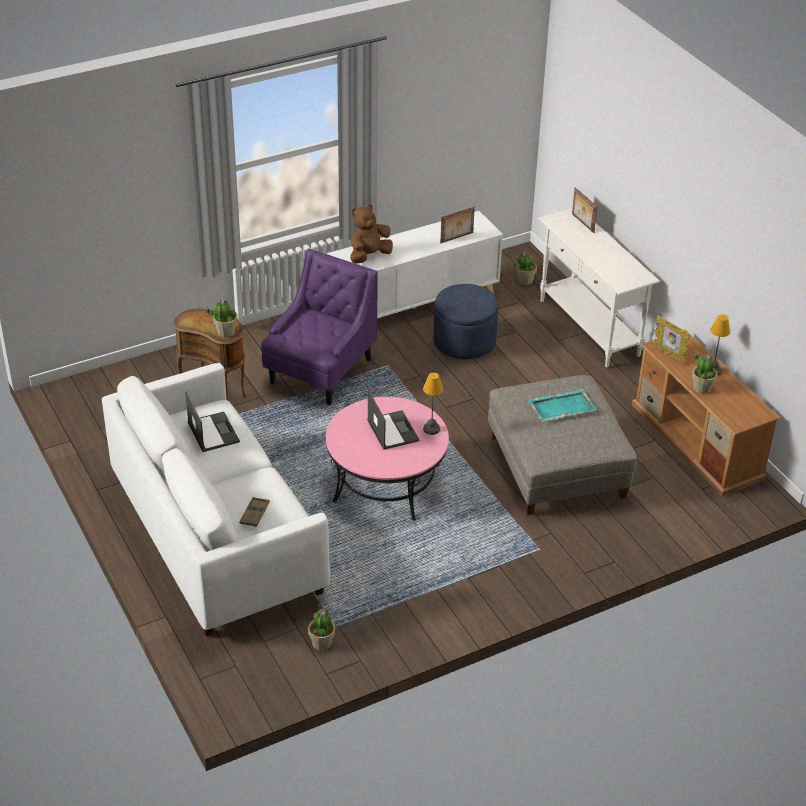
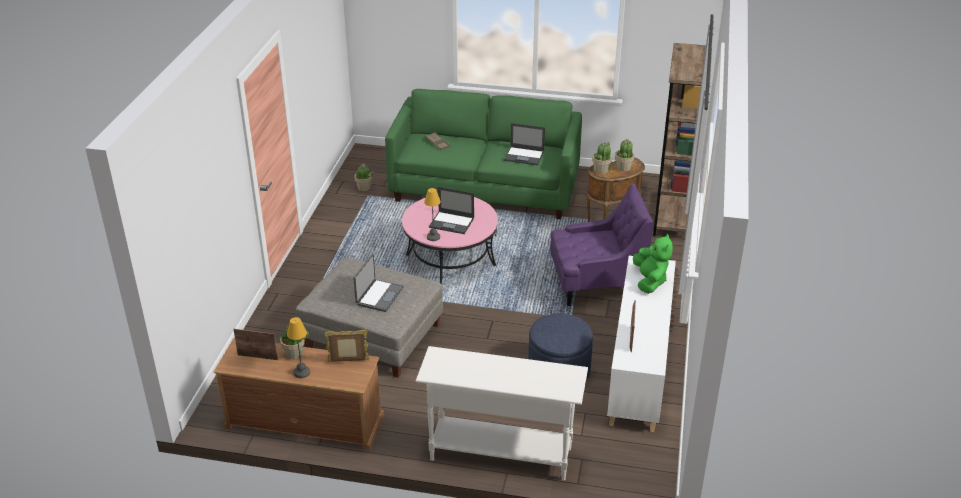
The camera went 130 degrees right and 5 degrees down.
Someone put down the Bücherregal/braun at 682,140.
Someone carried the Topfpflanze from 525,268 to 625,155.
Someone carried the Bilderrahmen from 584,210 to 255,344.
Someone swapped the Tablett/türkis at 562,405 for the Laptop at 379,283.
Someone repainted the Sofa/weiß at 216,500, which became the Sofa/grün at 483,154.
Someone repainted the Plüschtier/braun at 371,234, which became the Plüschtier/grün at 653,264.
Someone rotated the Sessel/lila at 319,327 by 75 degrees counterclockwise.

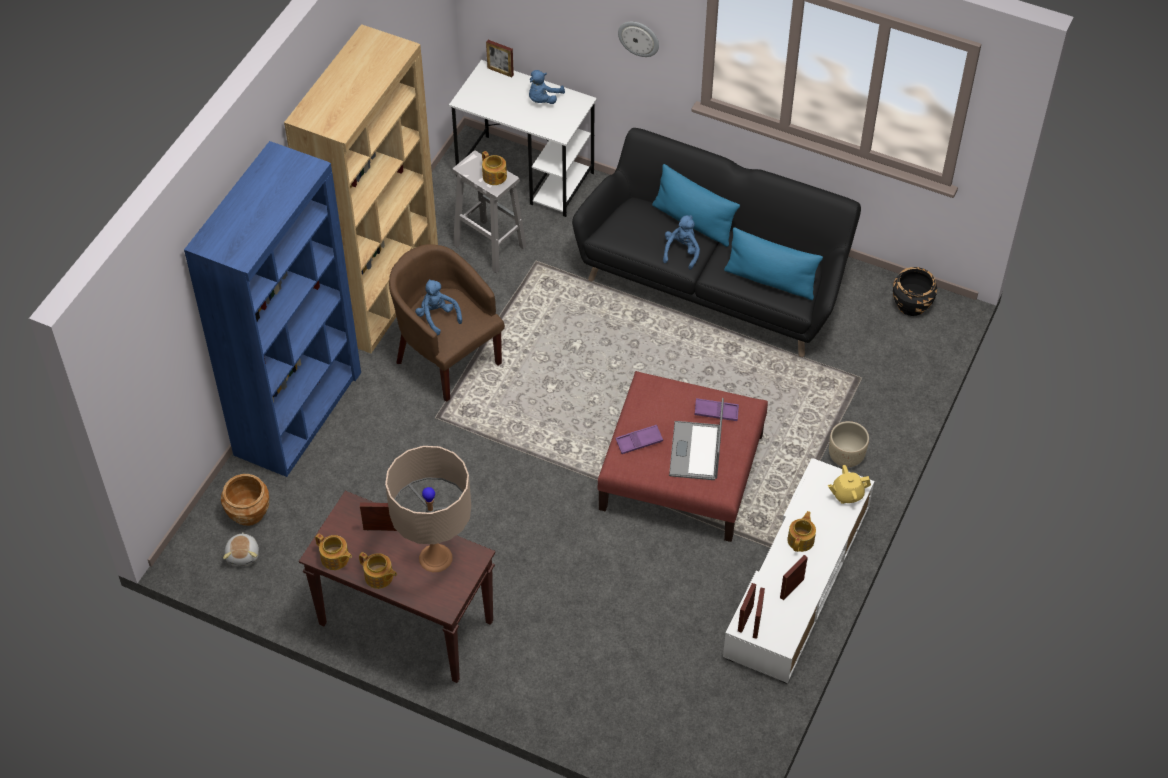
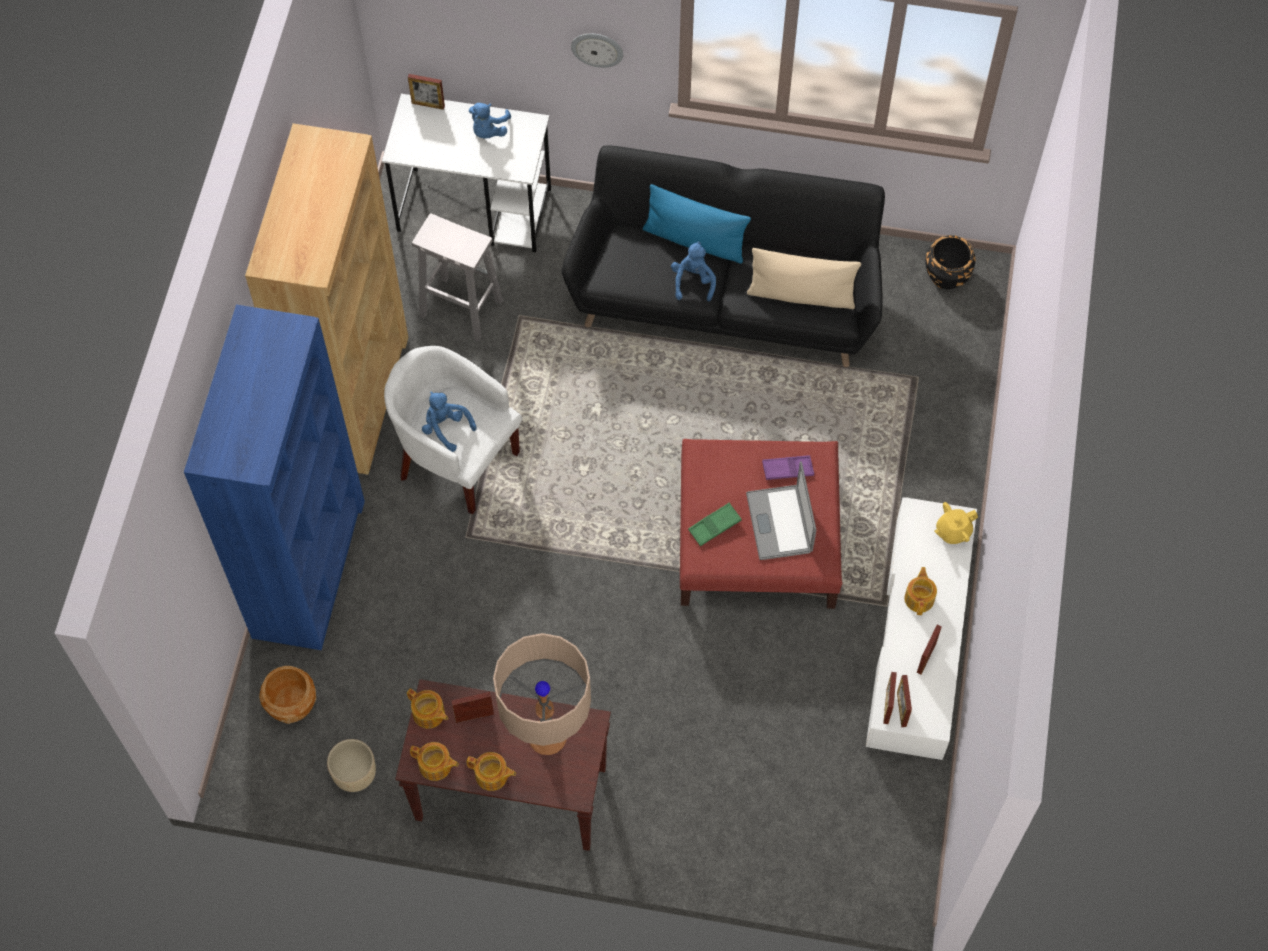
The camera went 15 degrees left and 10 degrees up.
Someone took away the Plüschtier at 241,549.
Someone carried the Teekanne from 494,168 to 427,708.
Someone carried the Pflanzkübel/beige from 849,444 to 351,765.
Someone repainted the Sessel/braun at 447,323, which became the Sessel/weiß at 453,430.
Someone repainted the Tablett/lila at 639,439, which became the Tablett/grün at 715,524.
Someone repainted the Kissen/blau at 773,263, which became the Kissen/beige at 804,278.

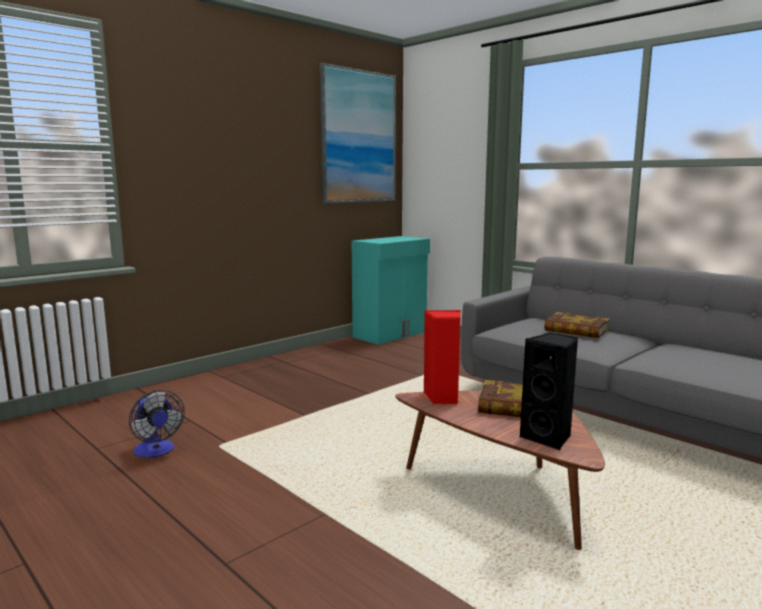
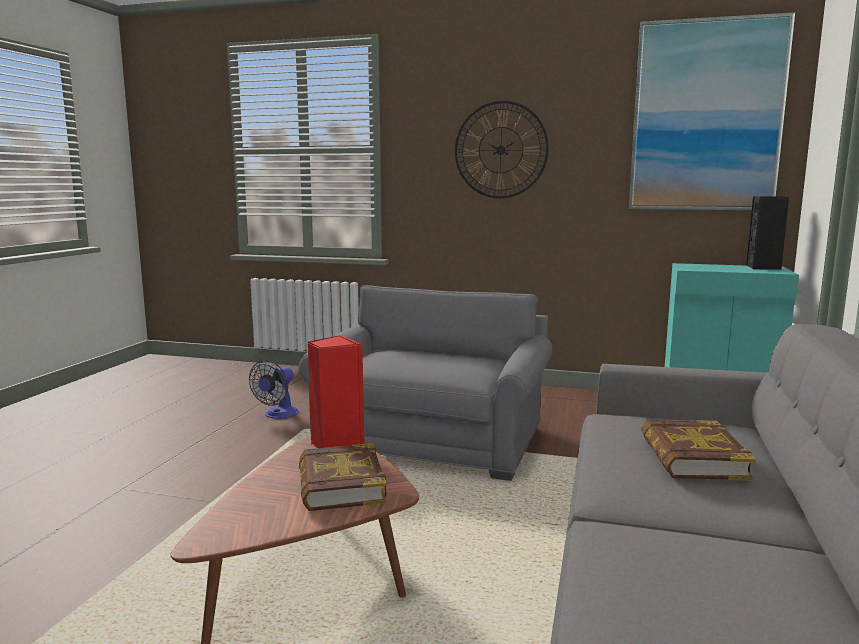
The camera went 60 degrees right and 0 degrees up.
Someone put down the Sessel/grau at 425,383.
Someone put up the Wanduhr at 502,149.
Someone carried the Lautsprecher/schwarz from 549,391 to 767,233.

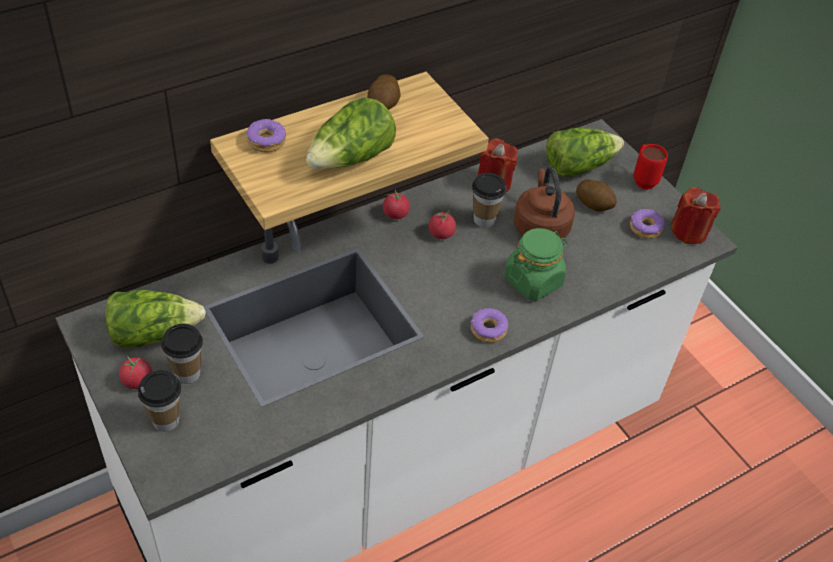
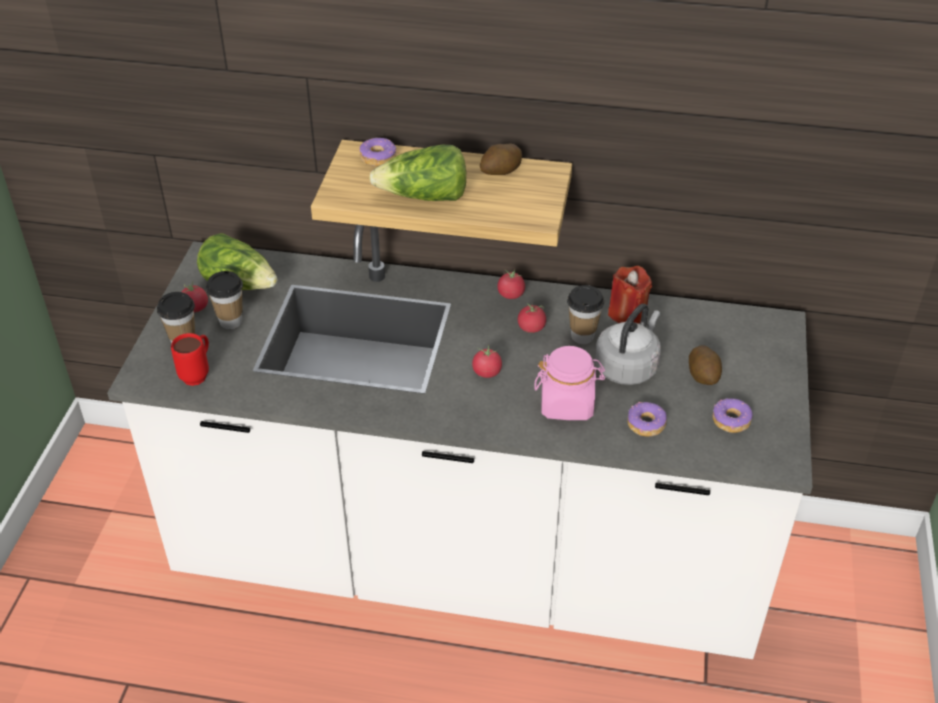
The camera went 45 degrees right and 5 degrees down.
Someone took away the Salatkopf at 585,152.
Someone took away the Kerze/rot at 696,215.
Someone put down the Tomate at 487,361.
Someone carried the Donut from 489,325 to 647,419.
Someone carried the Henkelbecher/rot from 651,167 to 190,359.
Someone repainted the Vorratsglas/grün at 535,264, which became the Vorratsglas/rosa at 570,383.
Someone repainted the Wasserkessel/braun at 544,203, which became the Wasserkessel/grau at 628,344.

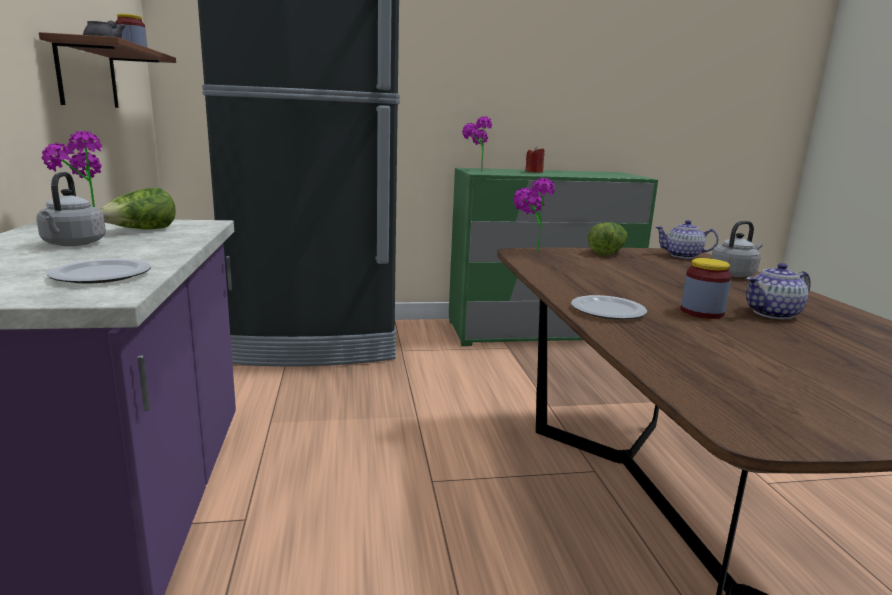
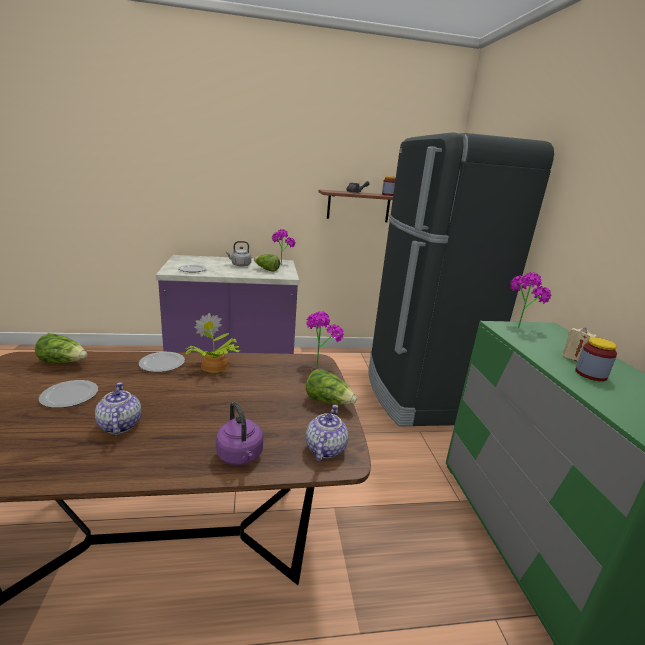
The camera went 90 degrees right and 5 degrees up.
Someone put down the Salatkopf at 61,348.
Someone put down the Teller at 68,394.
Someone put down the Topfpflanze at 212,343.
Someone carried the Vorratsglas from 706,288 to 596,359.
Someone repainted the Kerze/rot at 535,159, which became the Kerze/beige at 579,344.
Someone repainted the Wasserkessel/grau at 737,249, which became the Wasserkessel/lila at 239,433.

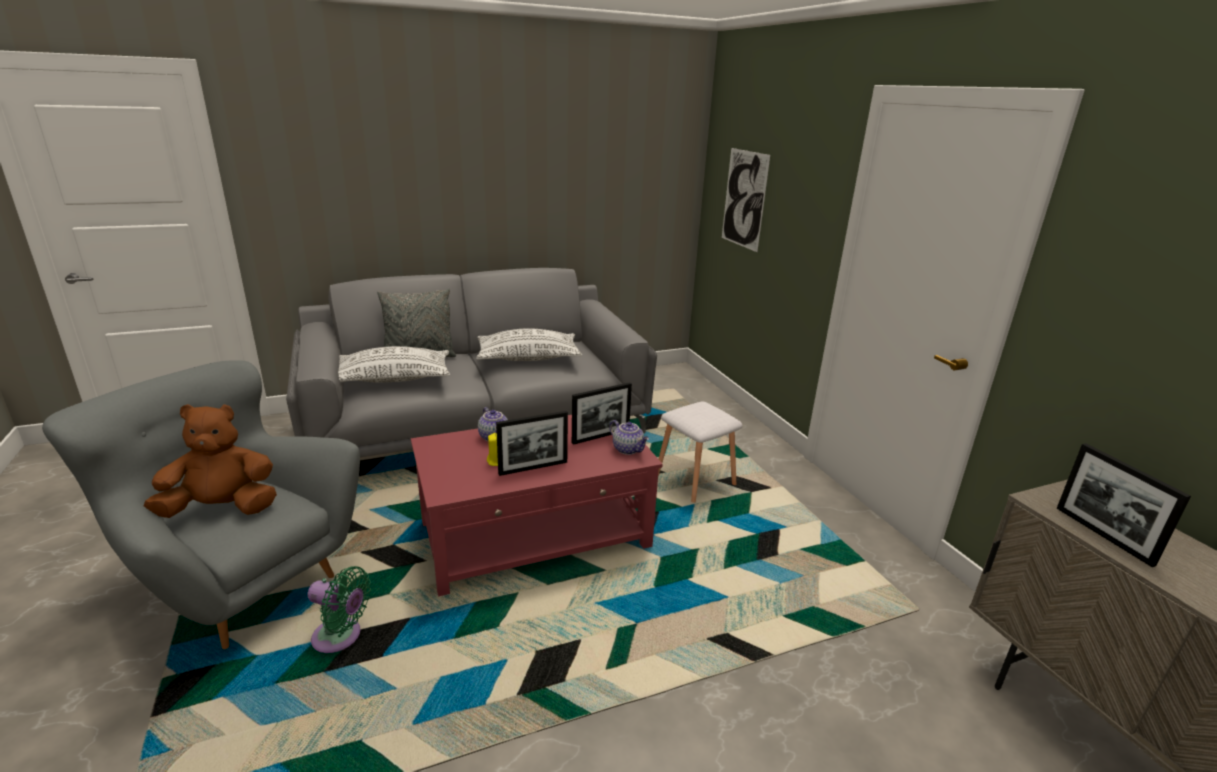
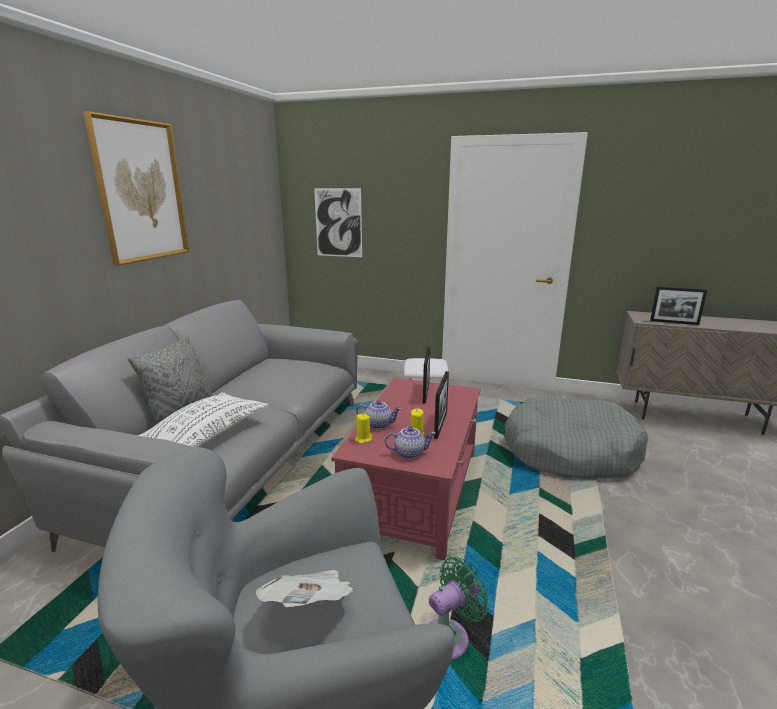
The camera went 50 degrees left and 5 degrees down.
Someone took away the Kissen/weiß at 529,344.
Someone put up the Bild at 136,188.
Someone put down the Kerze/gelb at 363,429.
Someone put down the Hundebett/grau at 576,437.
Someone carried the Teekanne from 629,437 to 410,442.
Someone swapped the Plüschtier/braun at 210,461 for the Zeitung at 305,588.

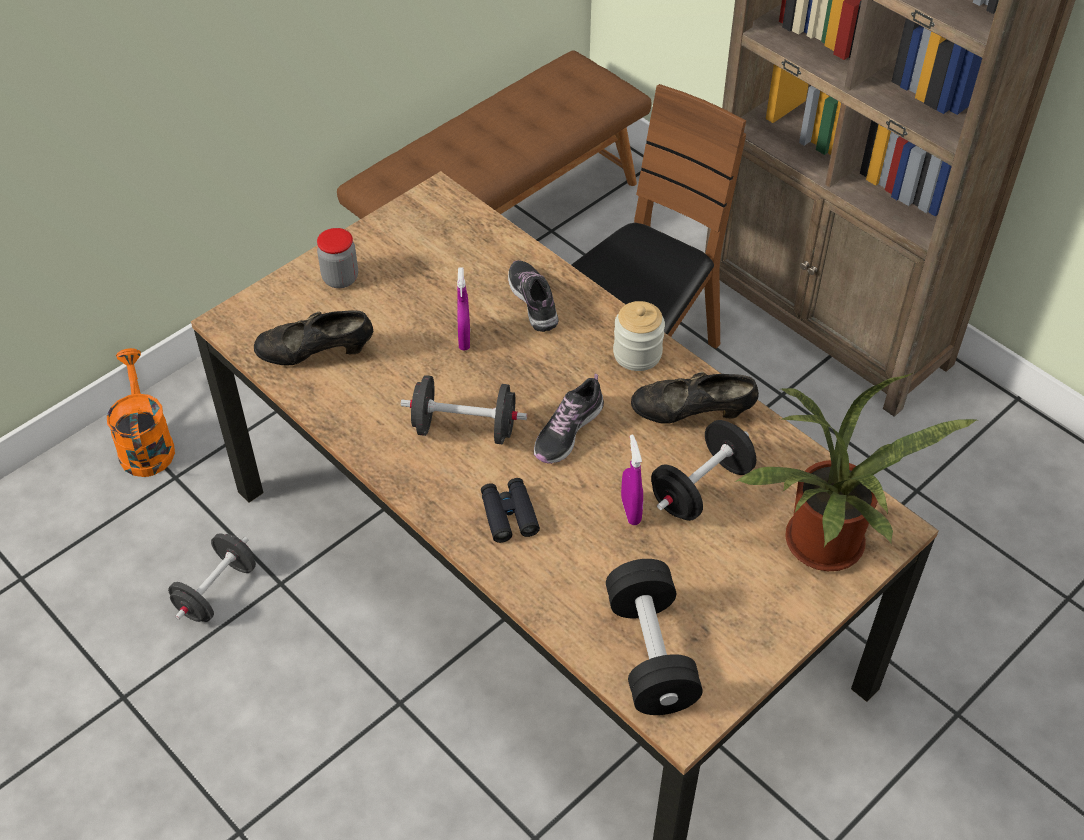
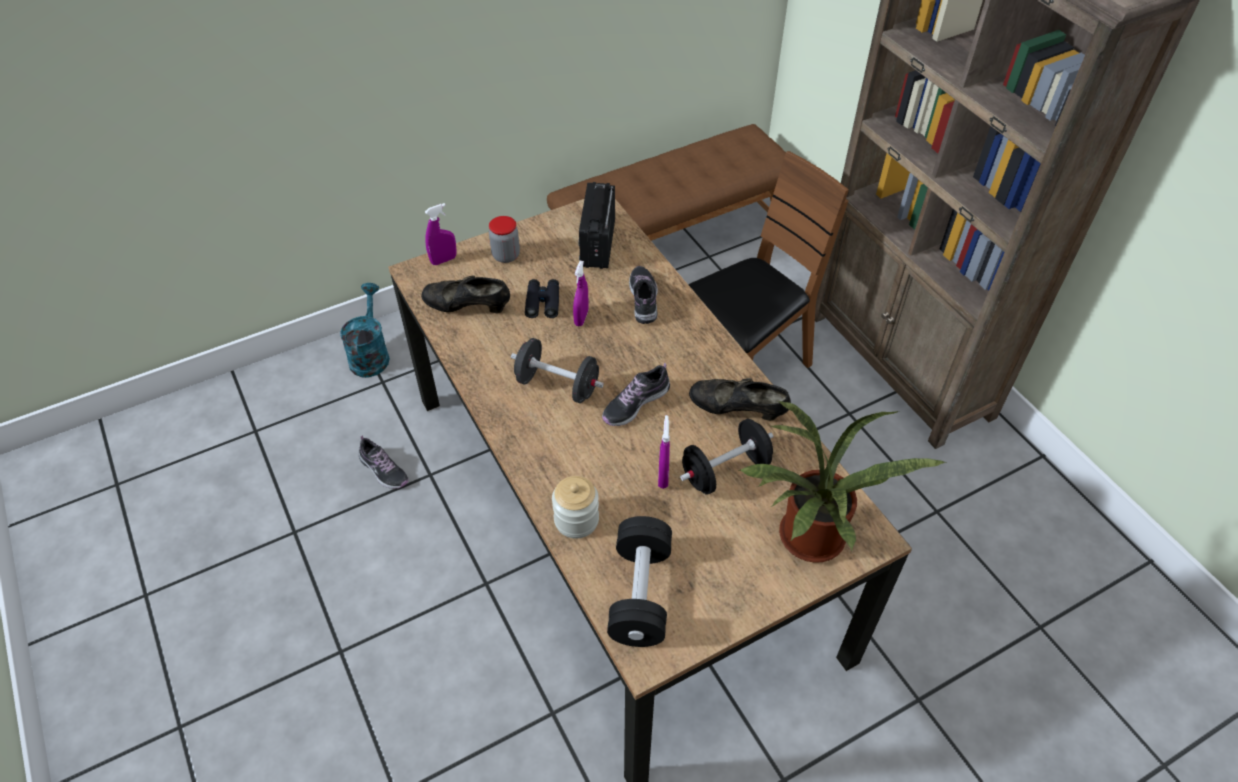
The camera went 15 degrees right and 0 degrees up.
Someone put down the Sprühflasche/lila at 441,234.
Someone put down the Radio at 596,225.
Someone carried the Fernglas/schwarz from 510,510 to 542,298.
Someone carried the Vorratsglas from 639,336 to 575,507.
Someone swapped the Hantel/schwarz at 212,577 for the Schuh at 384,462.
Someone repainted the Gießkanne/orange at 141,412, which became the Gießkanne/türkis at 365,330.

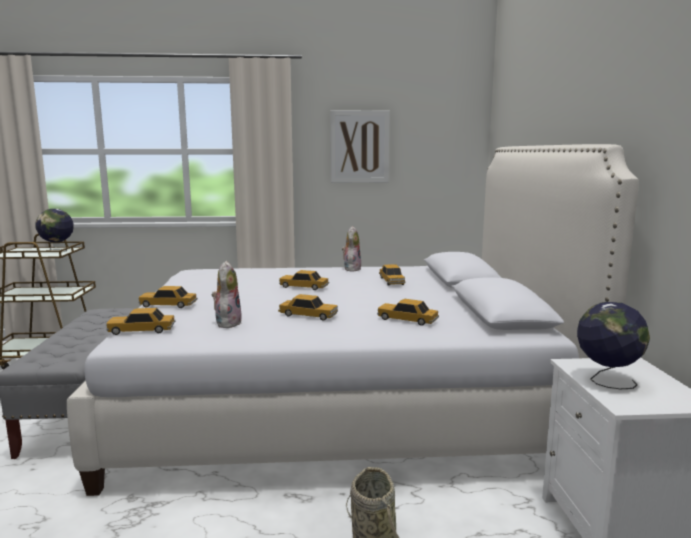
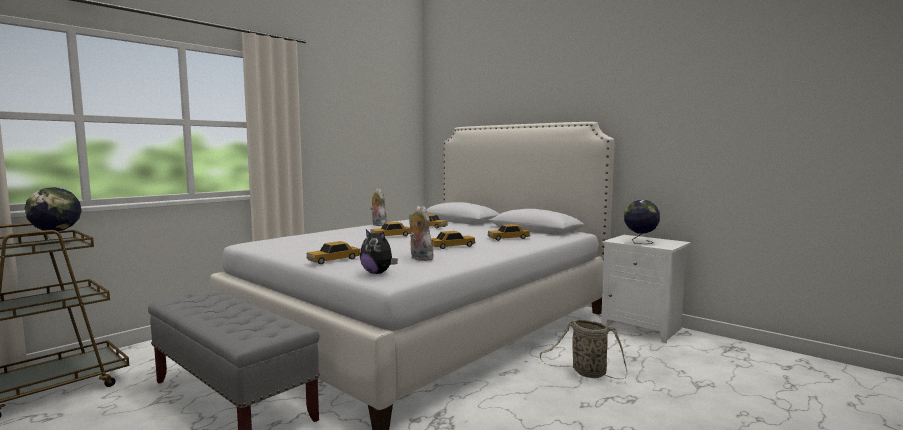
The camera went 45 degrees left and 5 degrees down.
Someone took away the Bild at 360,146.
Someone swapped the Spielzeugauto at 140,321 for the Plüschtier at 379,251.

